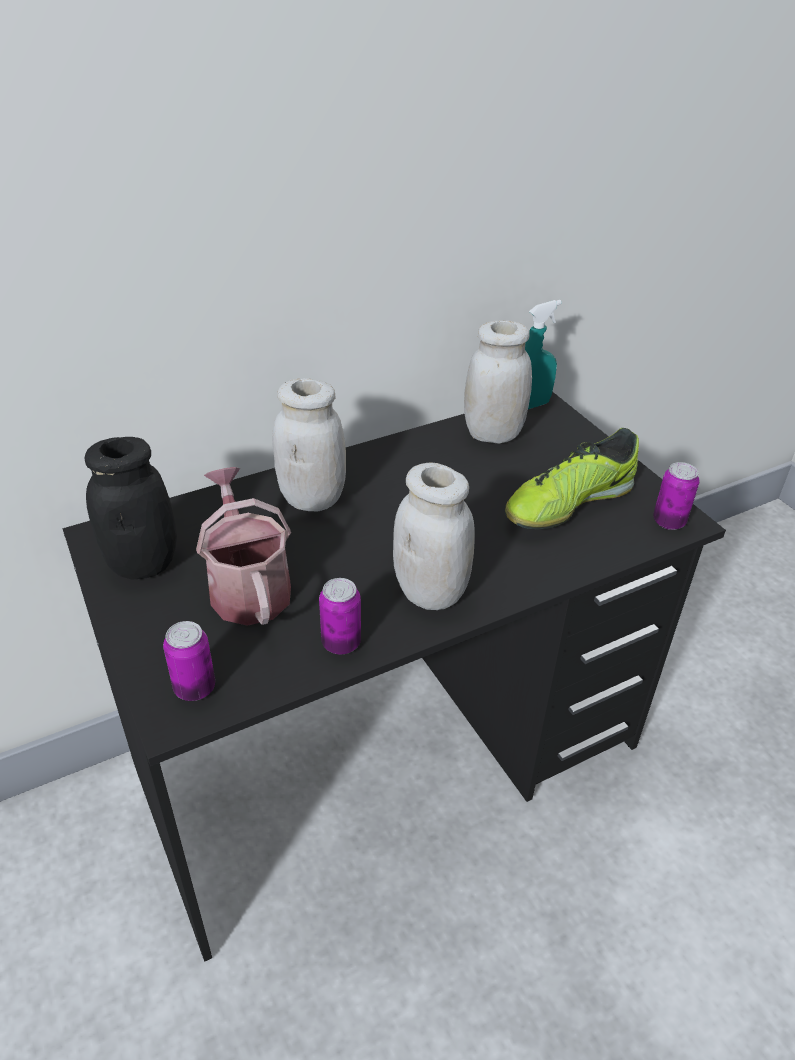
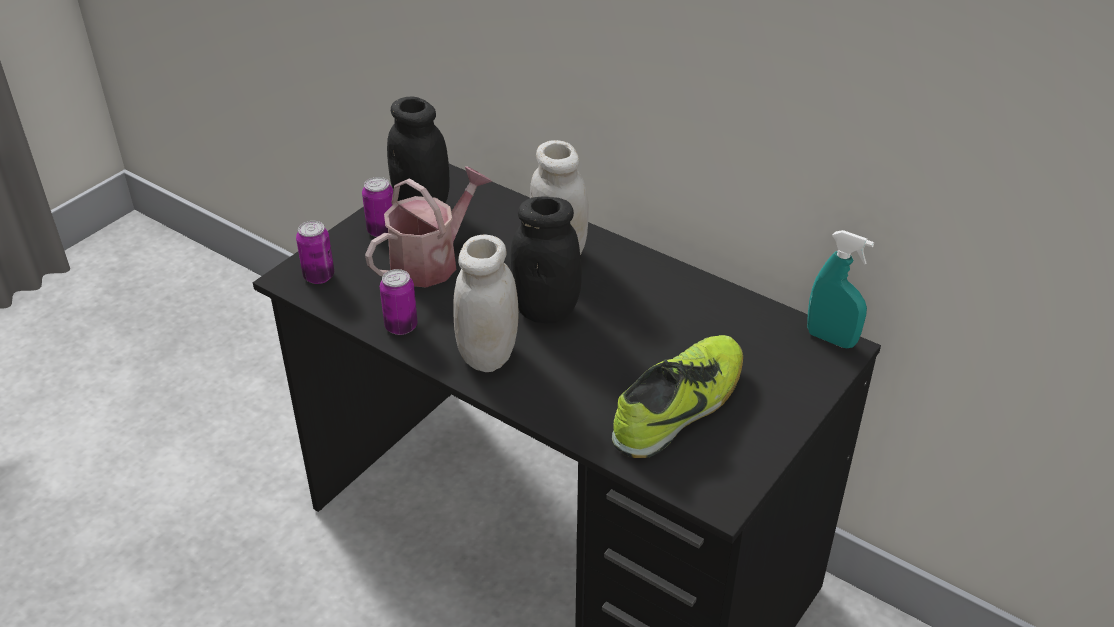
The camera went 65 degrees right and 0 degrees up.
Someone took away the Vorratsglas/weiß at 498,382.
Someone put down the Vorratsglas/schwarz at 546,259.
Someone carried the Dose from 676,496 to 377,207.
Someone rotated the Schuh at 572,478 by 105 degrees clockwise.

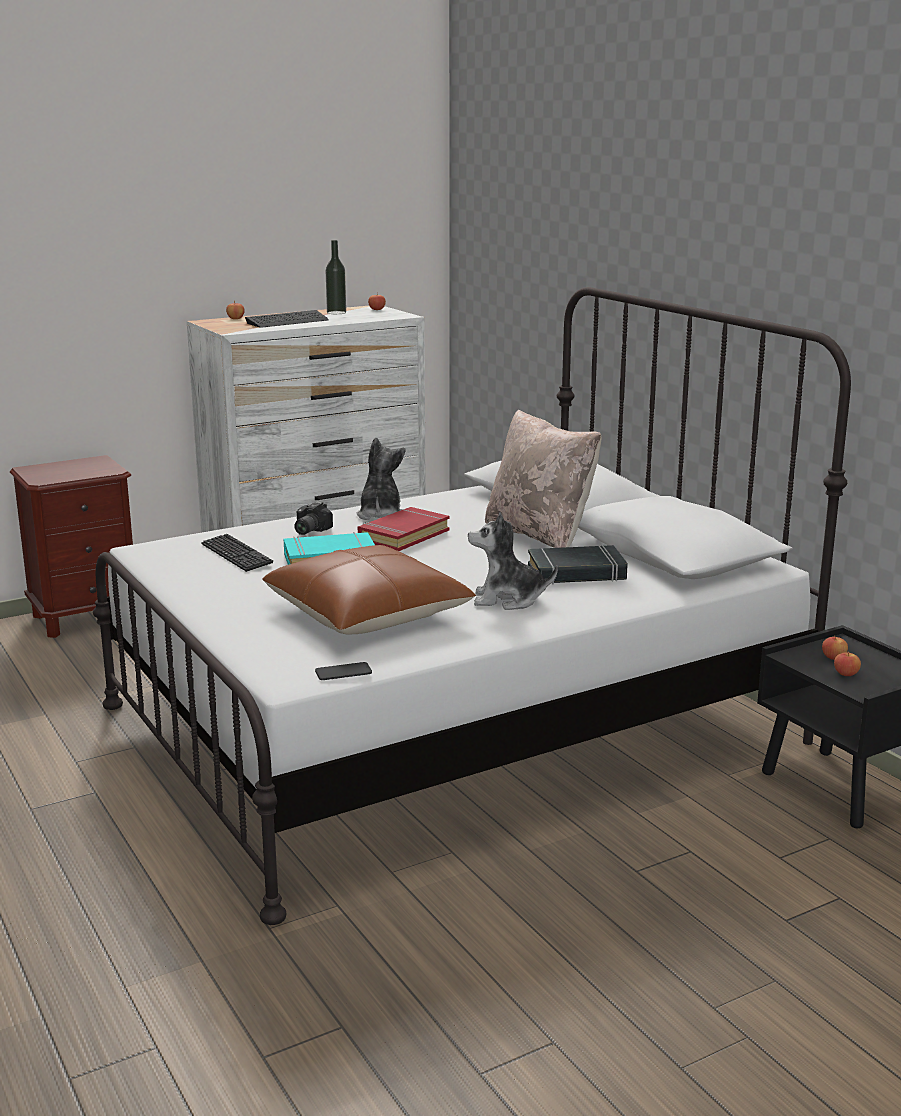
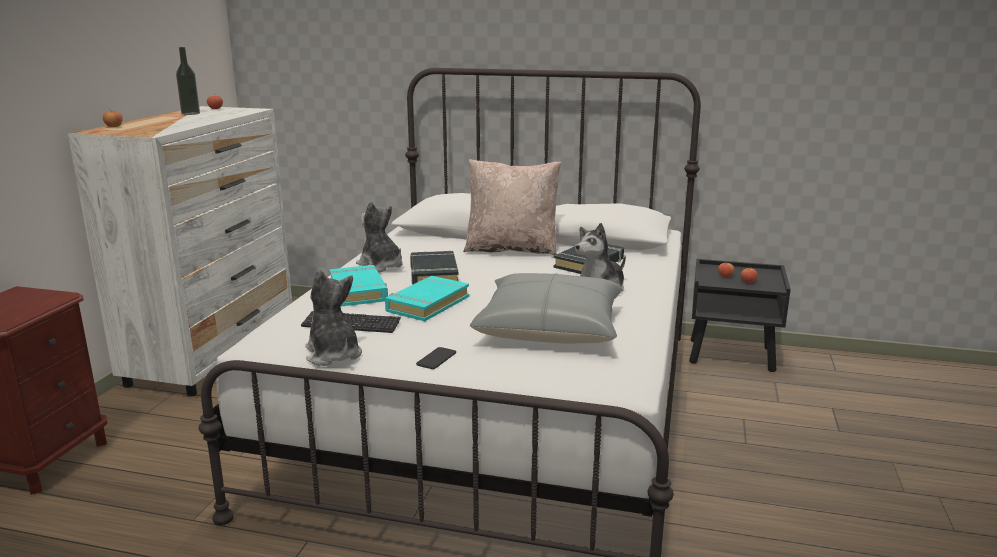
The camera went 45 degrees left and 0 degrees up.
Someone took away the Tastatur at 287,319.
Someone put down the Plüschtier at 333,318.
Someone carried the Handy from 343,671 to 436,358.
Someone swapped the Kamera at 313,518 for the Buch/türkis at 358,285.
Someone repainted the Kissen/braun at 369,590, which became the Kissen/grau at 546,308.
Someone repainted the Buch/rot at 403,529, which became the Buch/schwarz at 434,267.

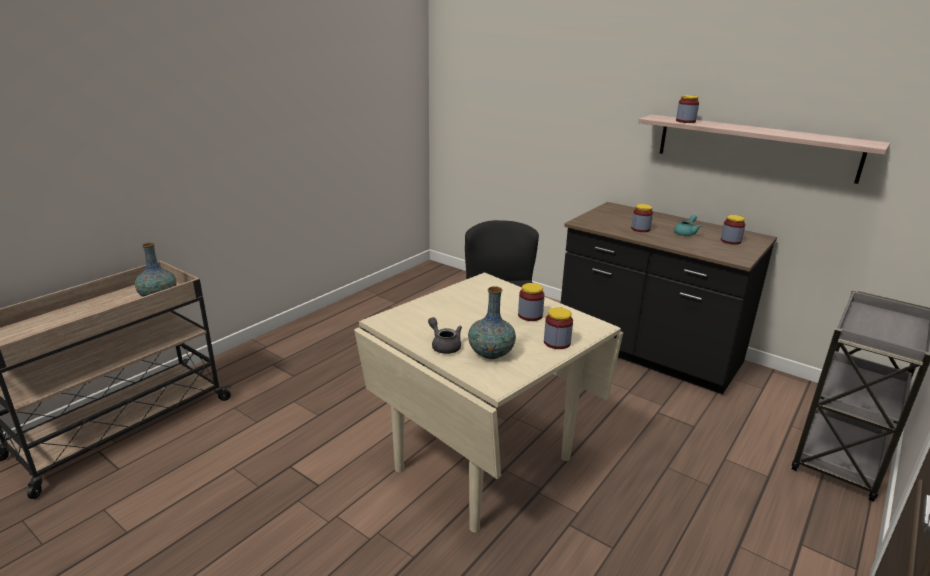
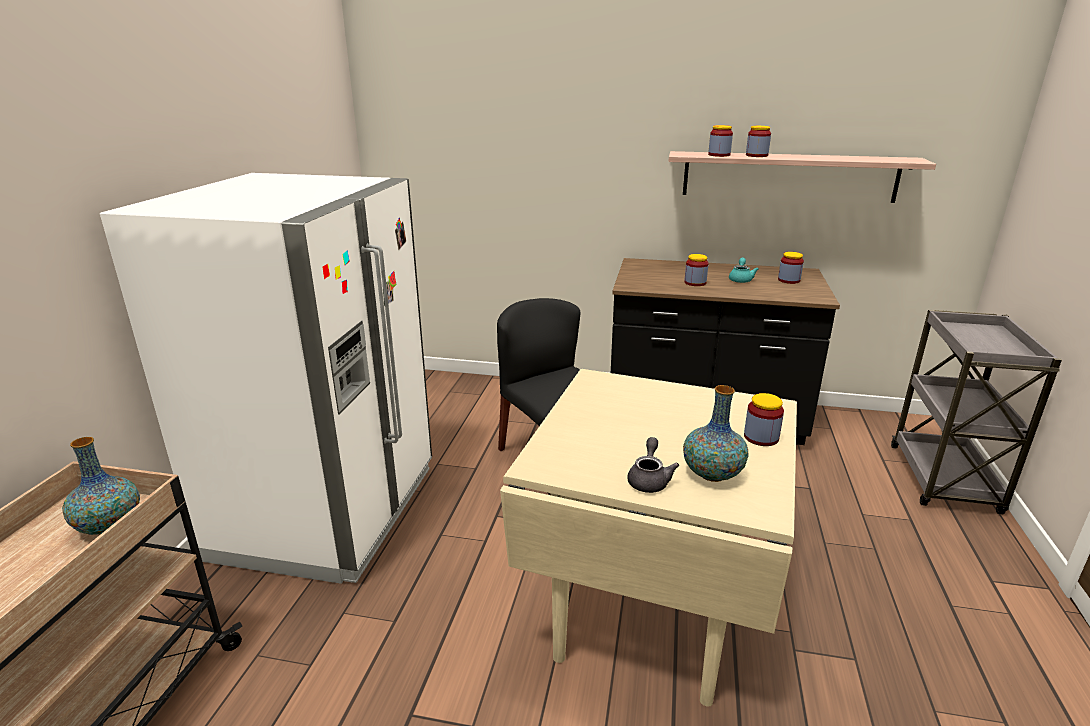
The camera went 25 degrees left and 0 degrees up.
Someone put down the Kühlschrank/weiß at 266,378.
Someone carried the Vorratsglas from 531,302 to 758,141.
Someone rotated the Teekanne/grau at 445,335 by 75 degrees clockwise.

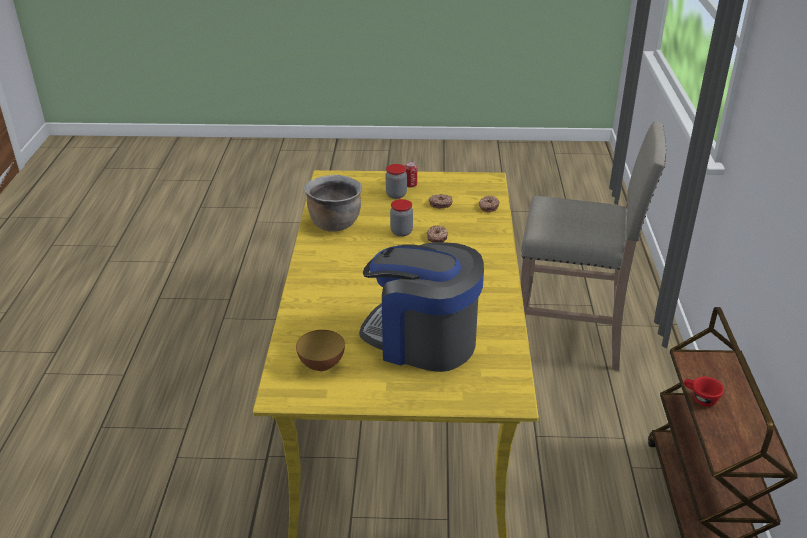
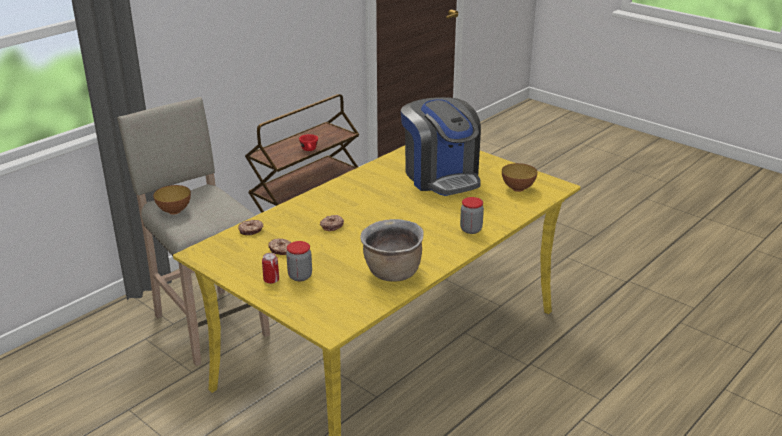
The camera went 140 degrees left and 5 degrees down.
Someone put down the Schüssel at 172,200.
Someone carried the Vorratsglas from 401,218 to 472,215.

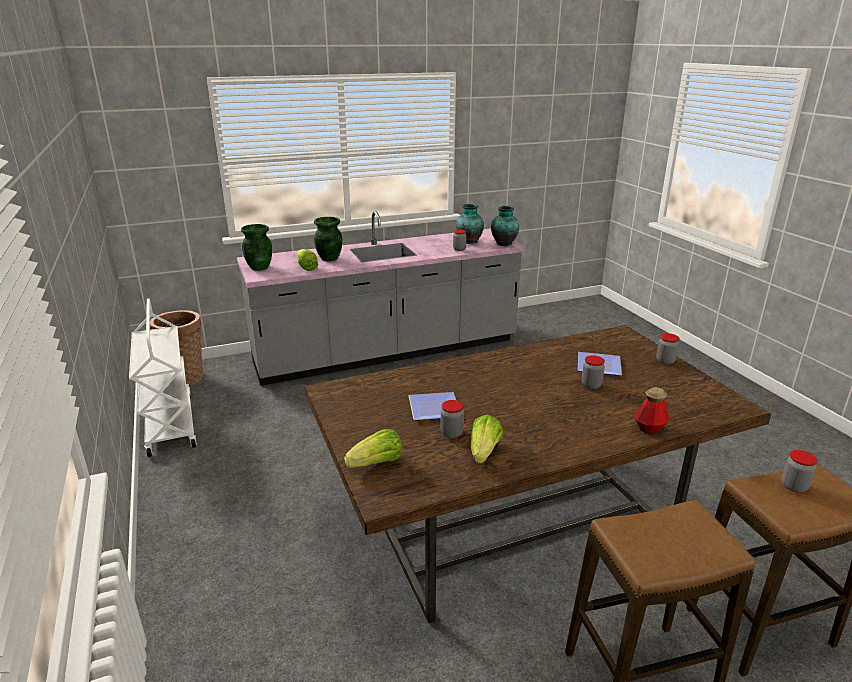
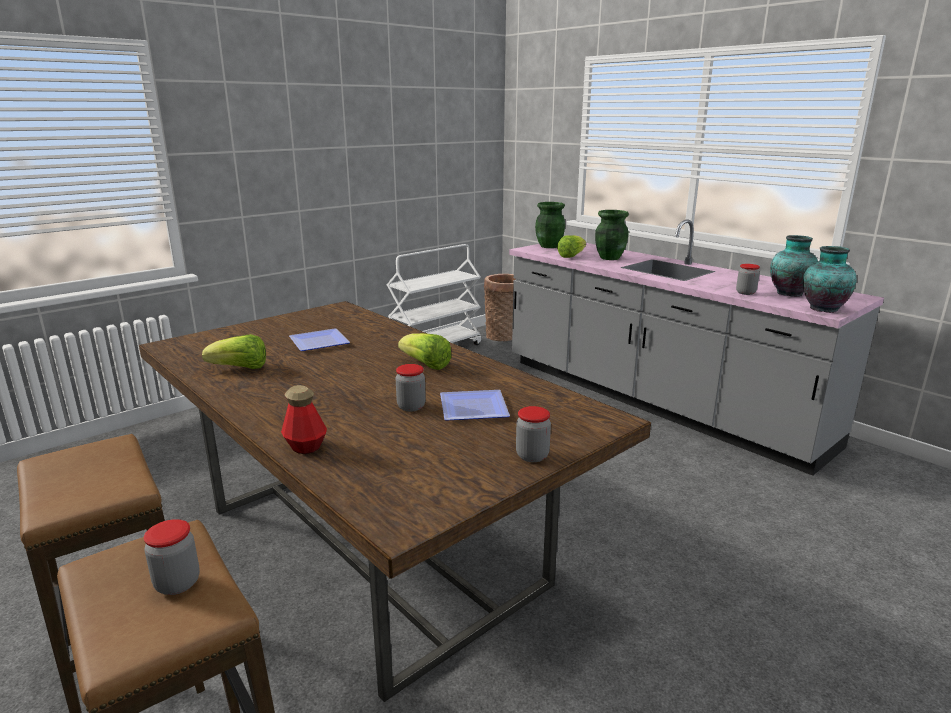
The camera went 70 degrees right and 5 degrees down.
Someone took away the Vorratsglas at 452,419.
Someone carried the Salatkopf from 373,448 to 424,351.

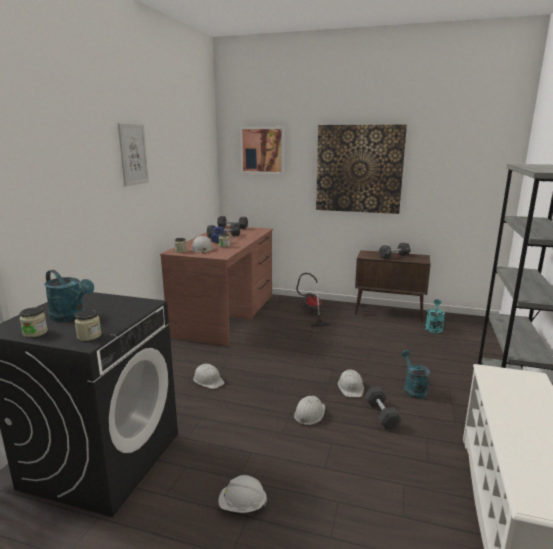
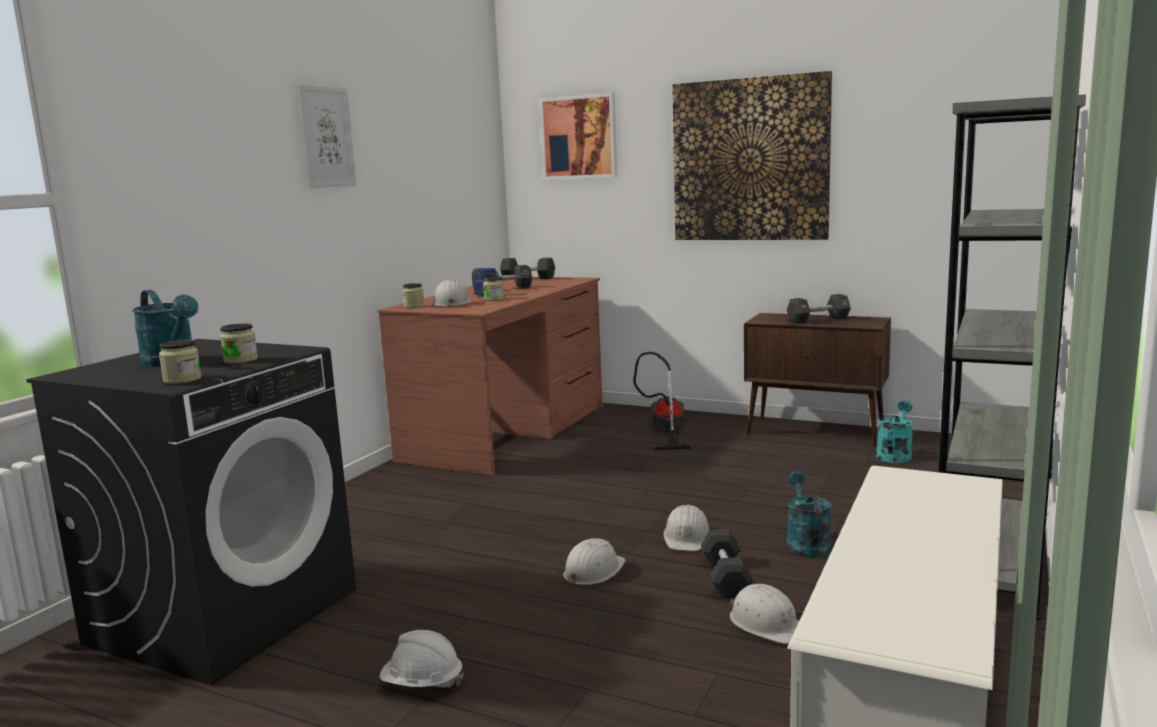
The camera went 10 degrees right and 5 degrees down.
Someone carried the Vorratsglas from 33,322 to 239,343.
Someone carried the Schutzhelm/weiß from 209,376 to 764,614.

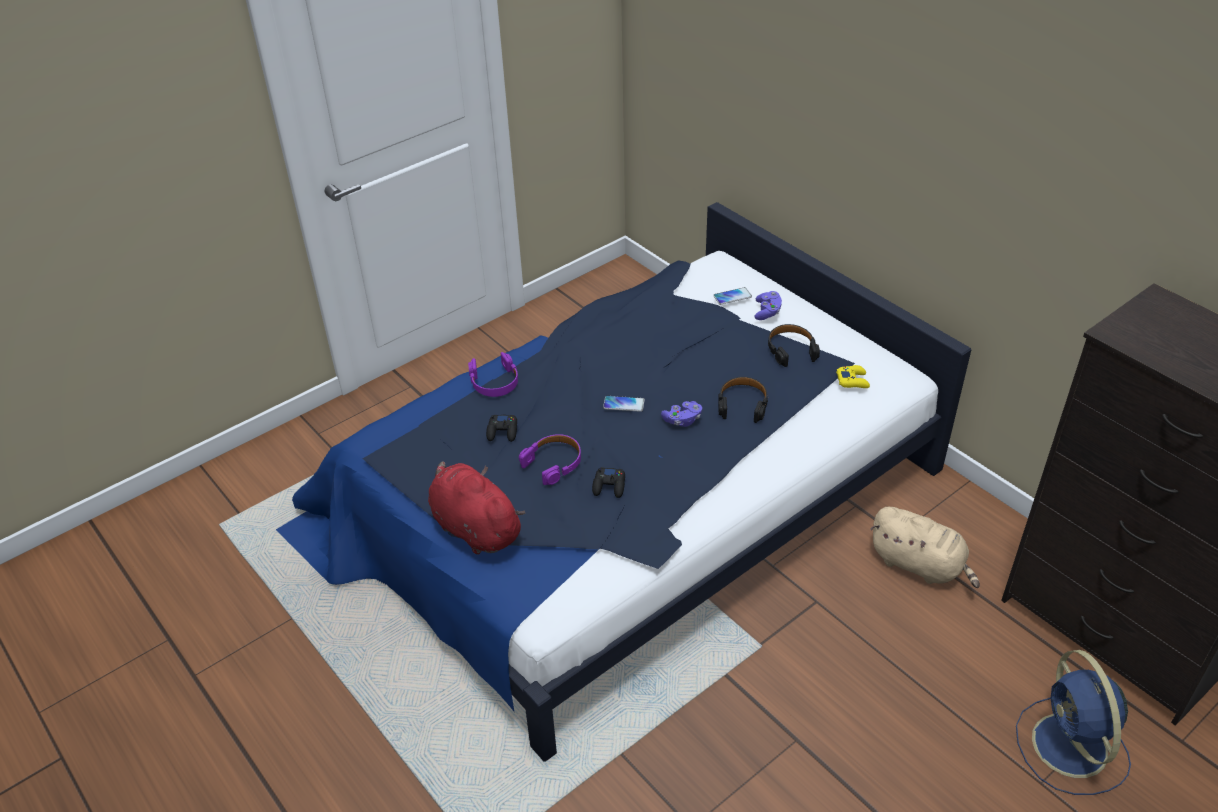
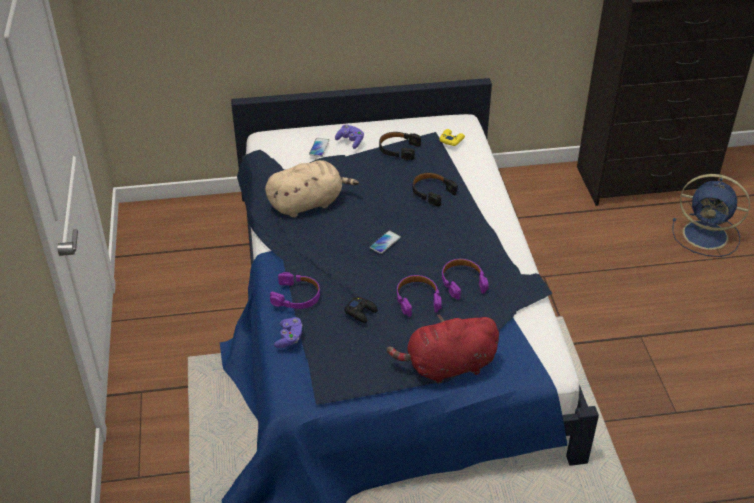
The camera went 60 degrees left and 0 degrees up.
Someone carried the Gamepad/lila from 681,414 to 288,332.
Someone carried the Plüschtier/beige from 925,547 to 312,189.
Someone swapped the Gamepad/schwarz at 608,482 for the Kopfhörer/lila at 465,279.

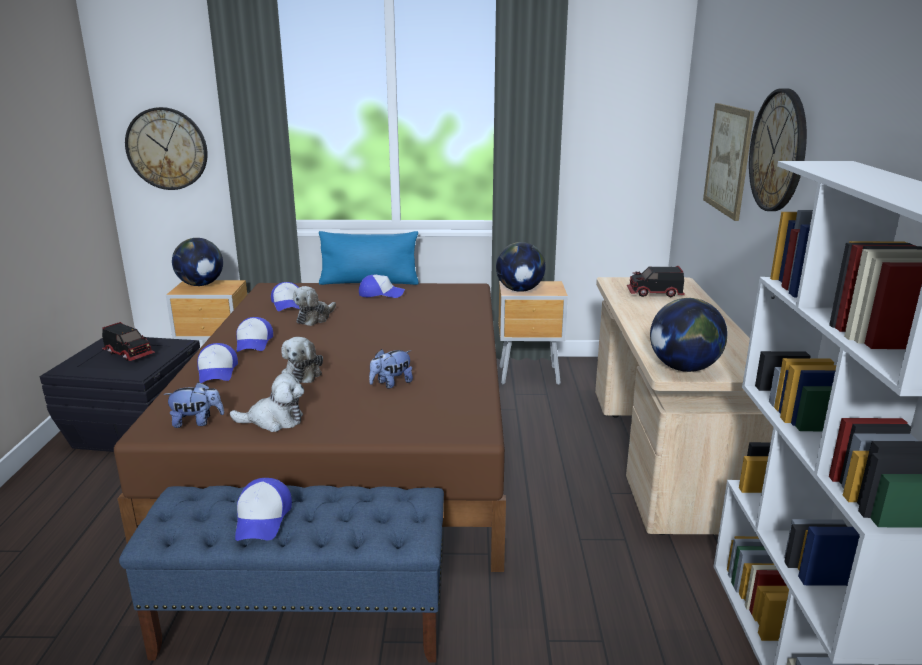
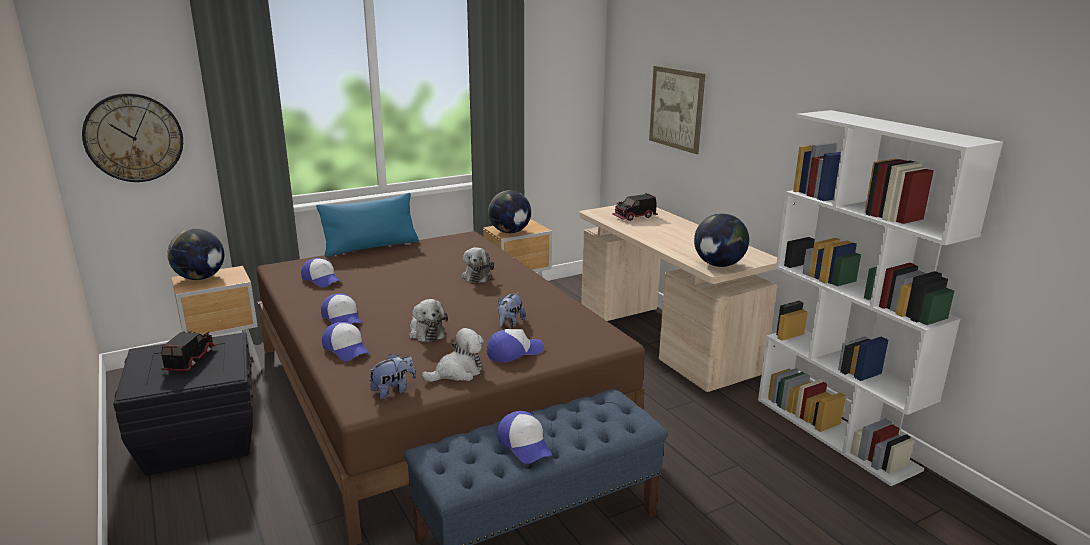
The camera went 30 degrees left and 0 degrees up.
Someone took away the Wanduhr at 778,150.
Someone carried the Plüschtier from 314,306 to 478,265.
Someone carried the Kappe from 382,286 to 515,345.
Someone rotated the Spielzeuglaster at 128,341 by 90 degrees counterclockwise.

